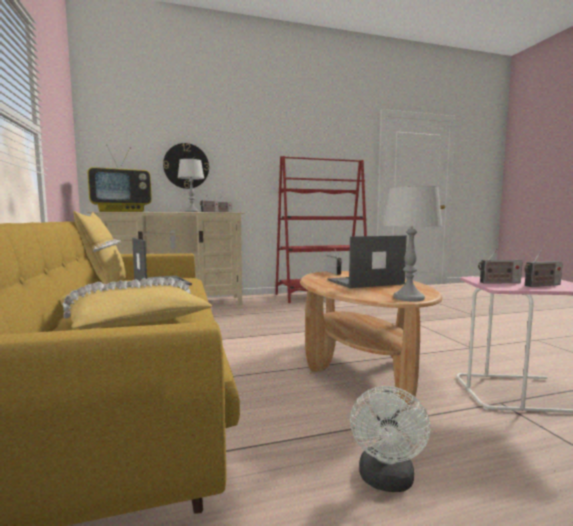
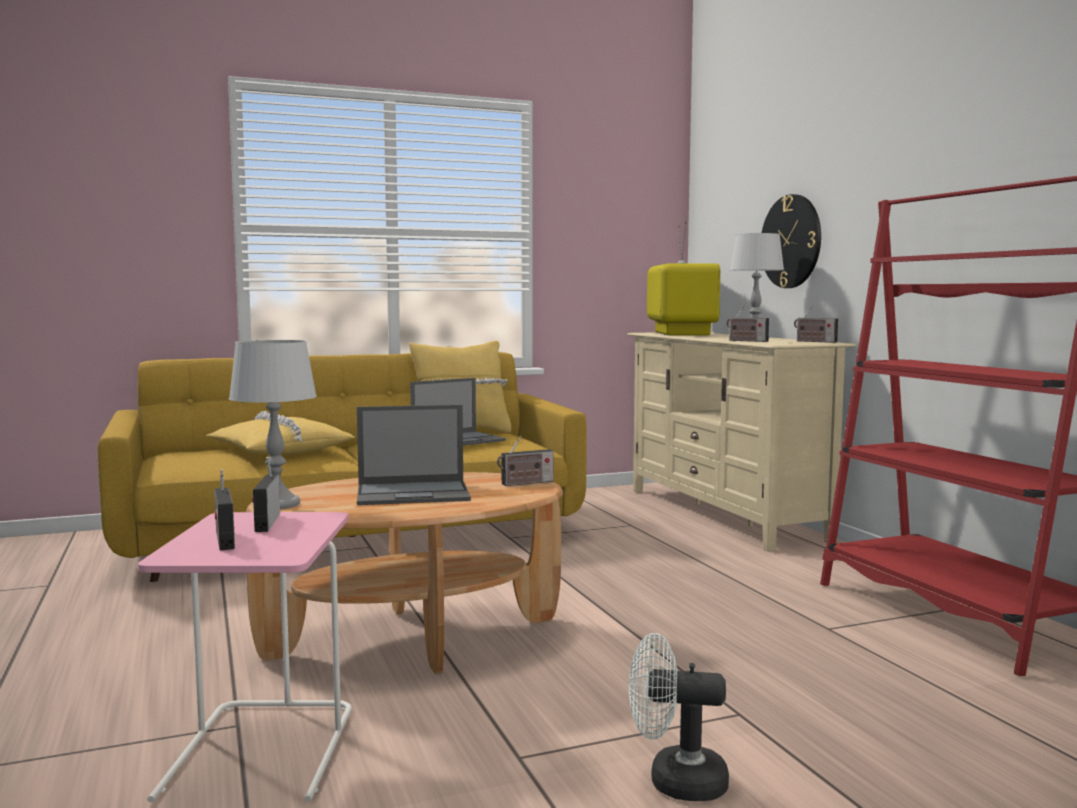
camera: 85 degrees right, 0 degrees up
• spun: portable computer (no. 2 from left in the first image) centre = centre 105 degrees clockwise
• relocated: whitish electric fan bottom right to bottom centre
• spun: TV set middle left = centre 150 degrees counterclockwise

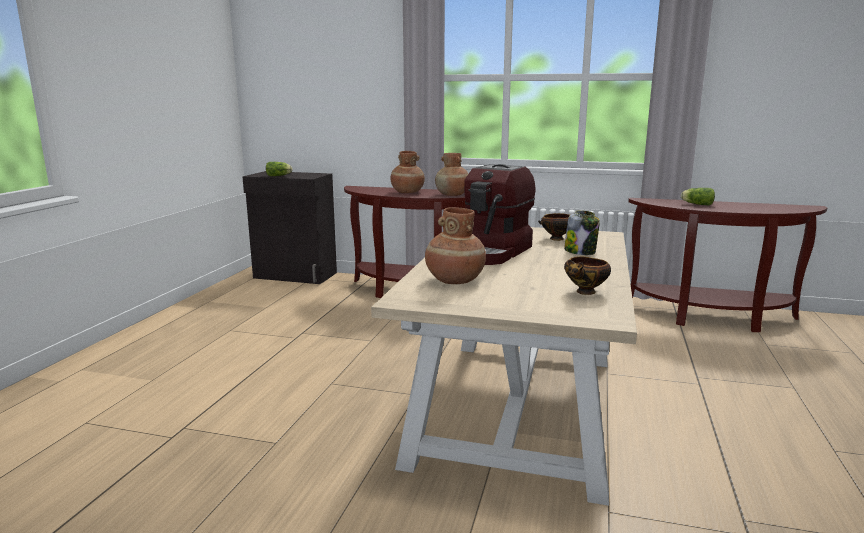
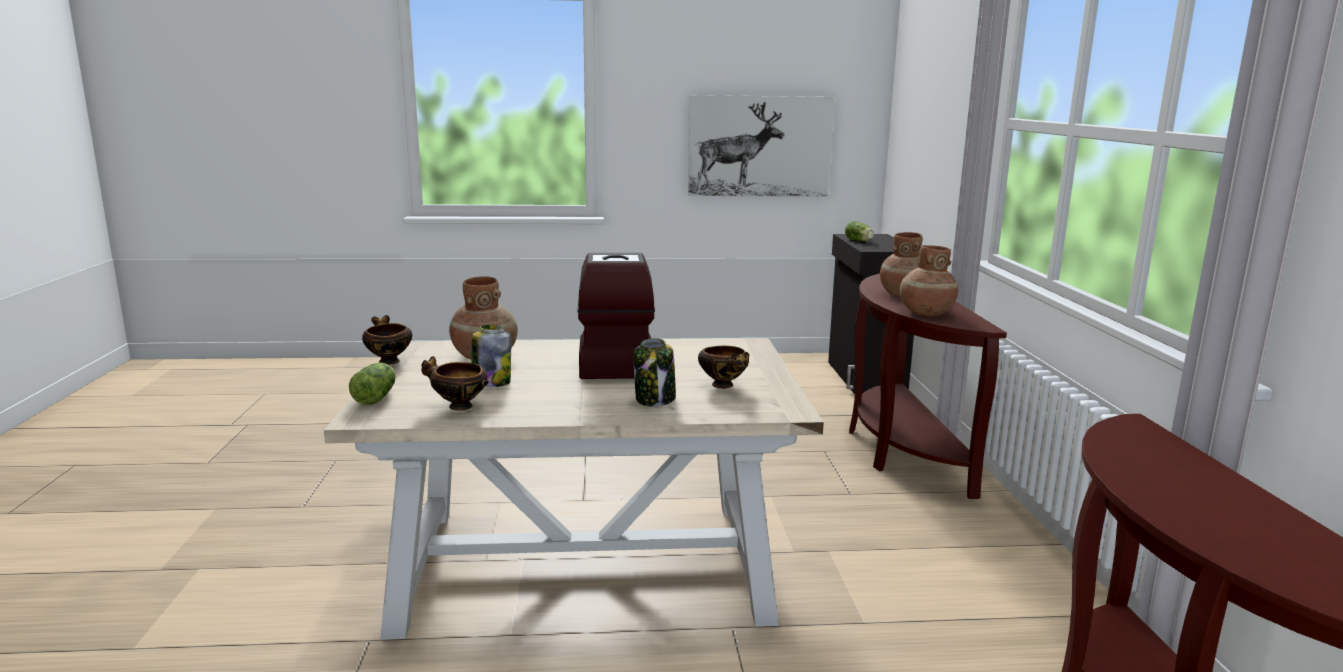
camera: 70 degrees right, 0 degrees up
• relocated: lettuce head (no. 2 from left in the first image) middle right to lettuce head (no. 1 from left) middle left
• appeared: bowl (no. 1 from left) middle left
• appeared: preserve jar (no. 1 from left) centre
• spun: coffee brewer centre = centre 75 degrees clockwise
• appeared: wall picture top centre

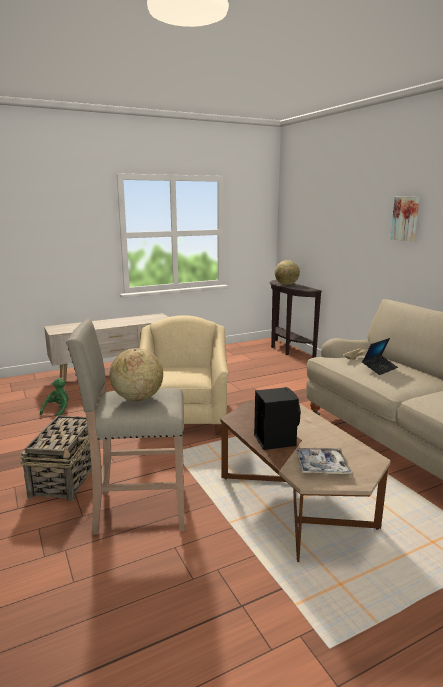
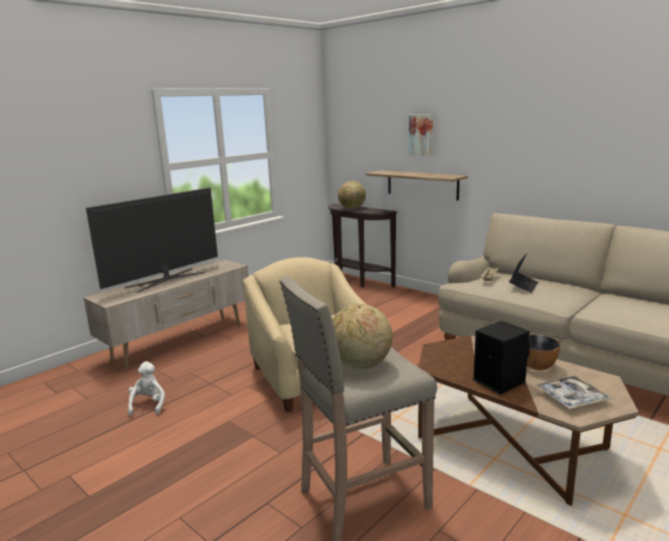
camera: 20 degrees left, 0 degrees up
• appeared: TV set middle left
• colour: green-coloured plush toy middle left to whitish plush toy bottom left
• appeared: shelf centre
• relocated: wall picture top right to top centre
• appeared: bowl middle right
• missing: household basket bottom left

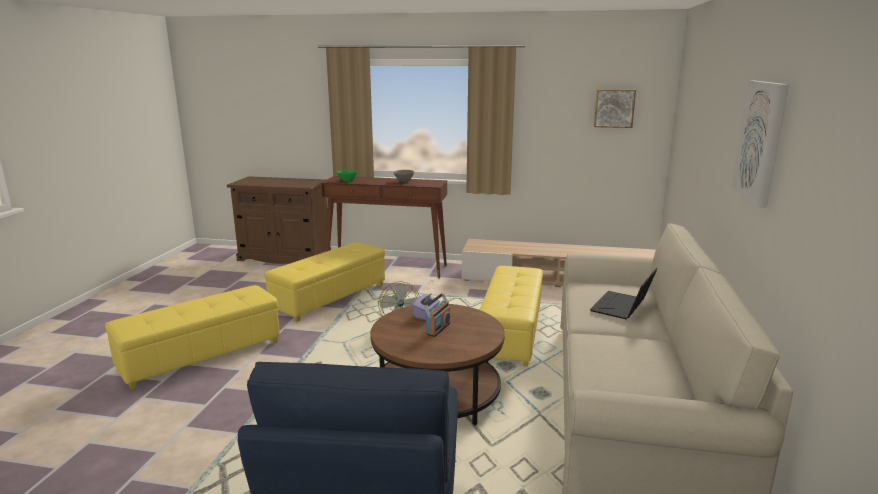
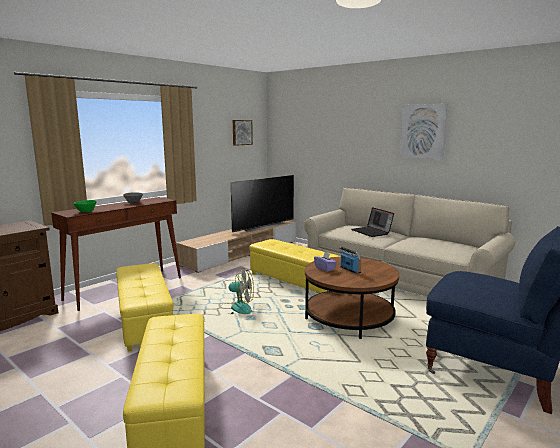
camera: 60 degrees left, 5 degrees down
• appeared: TV set centre

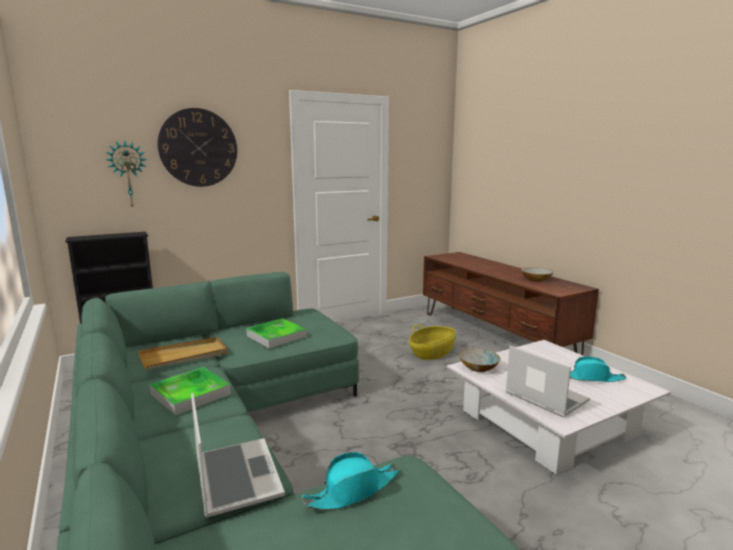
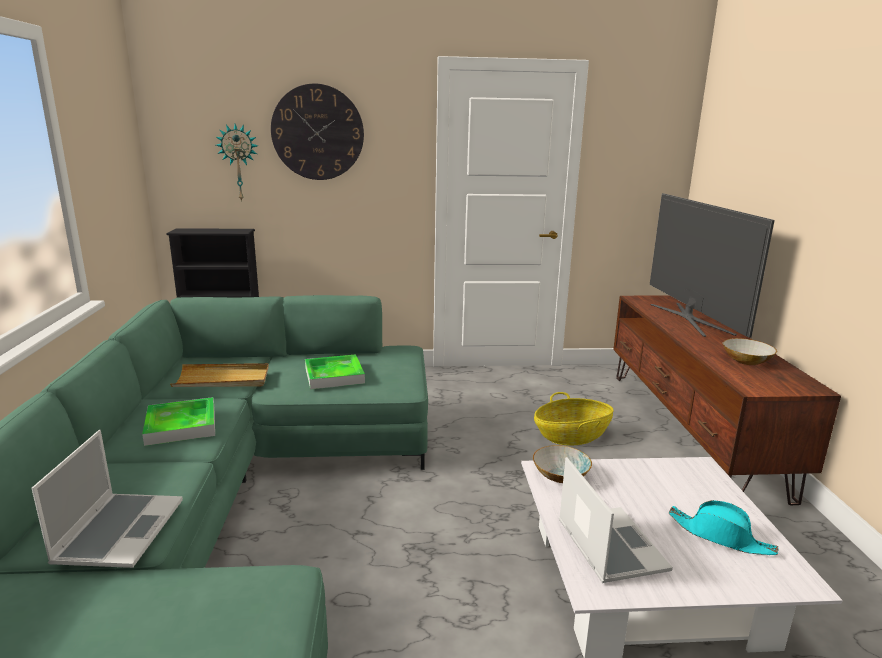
camera: 25 degrees right, 5 degrees up
• appeared: TV set middle right
• missing: turquoise-coloured clothing hat (no. 1 from left) bottom centre

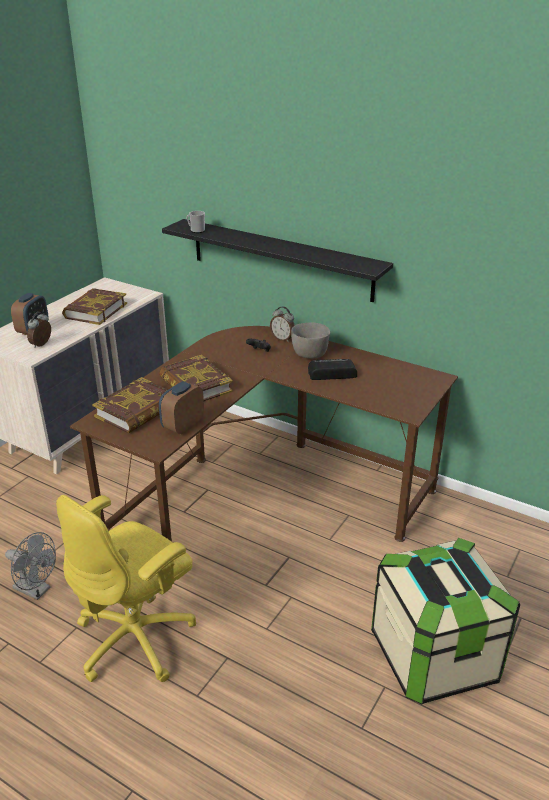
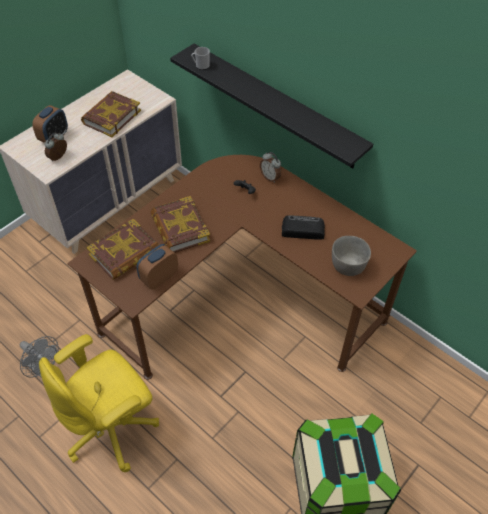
camera: 10 degrees right, 20 degrees up
• relocated: greyish bowl centre to middle right

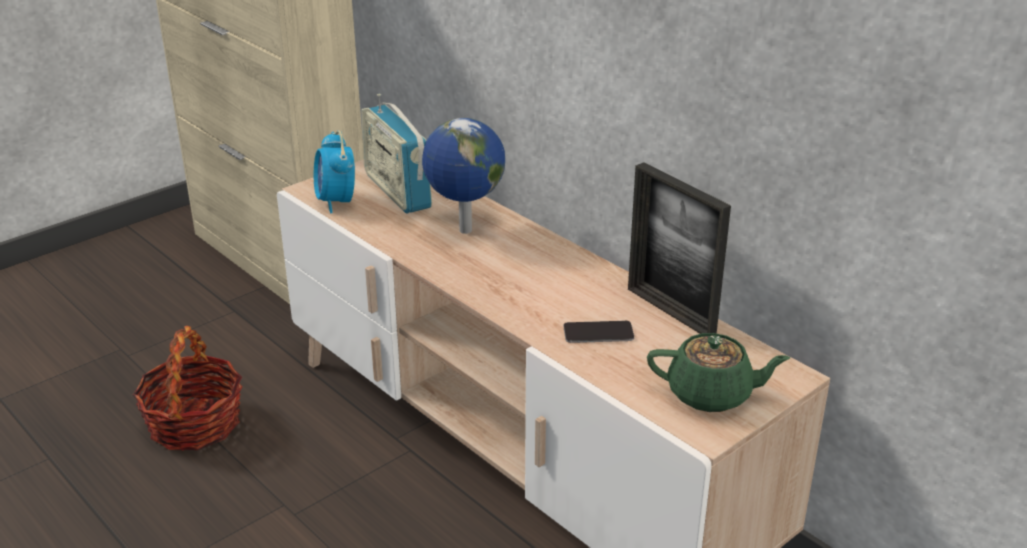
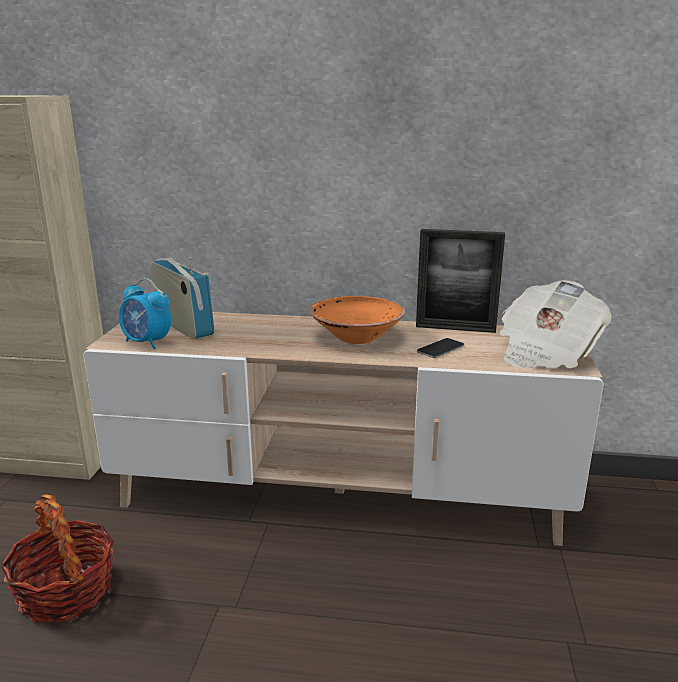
camera: 40 degrees left, 10 degrees down
• spun: radio set top centre = middle left 150 degrees counterclockwise
• appeared: orange-coloured bowl centre
• exchanged: green-coloured teapot bottom right to daily paper middle right
• missing: globe top centre

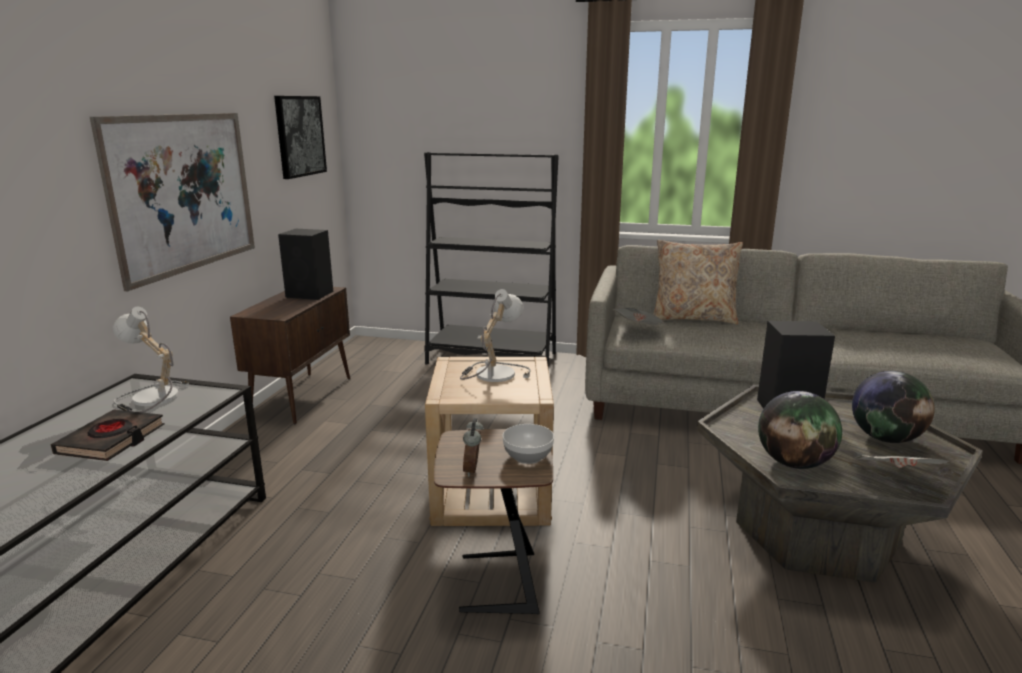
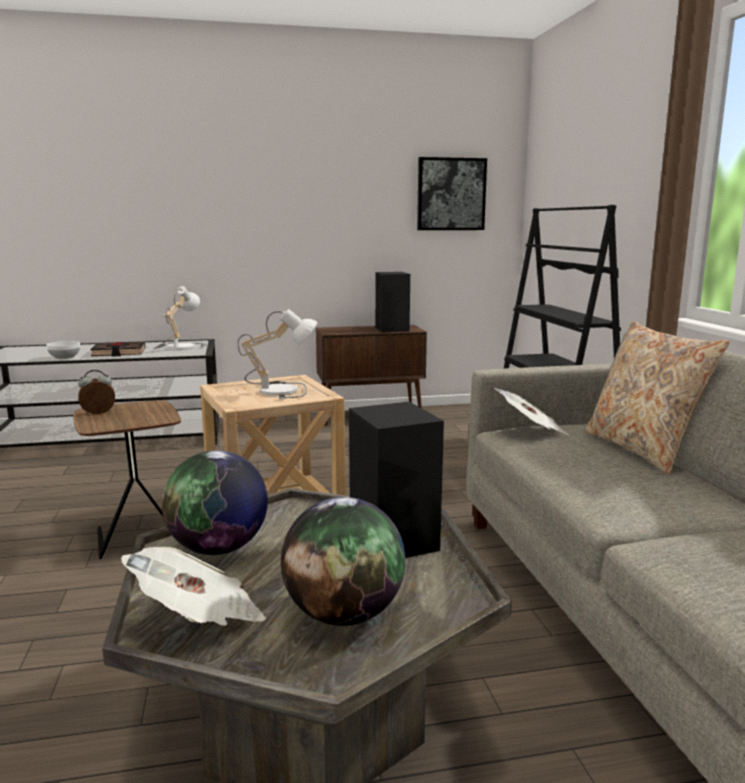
camera: 65 degrees right, 5 degrees down
• relocated: bowl centre to middle left
• missing: wall picture (no. 1 from left) top left

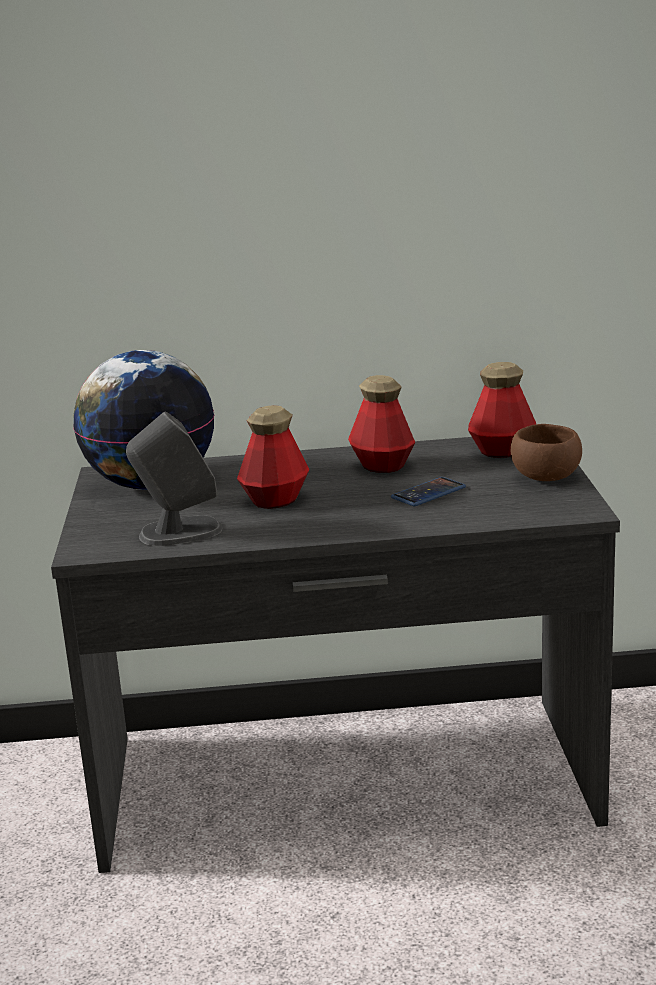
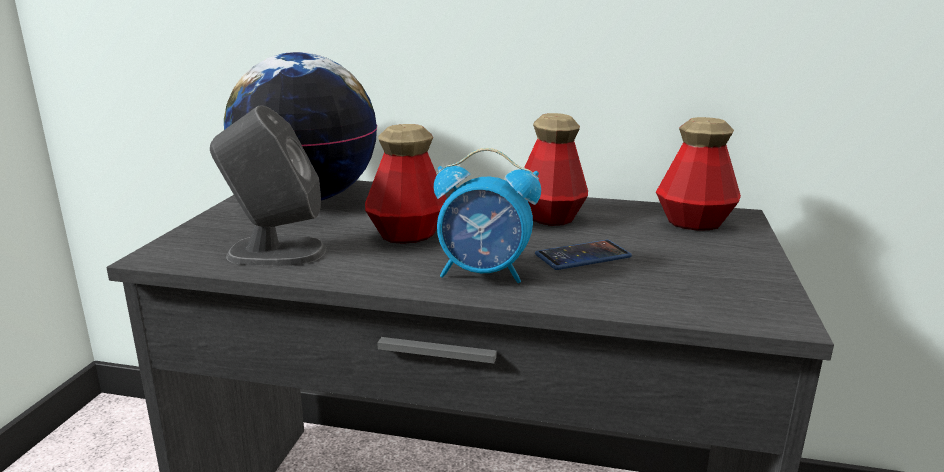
camera: 15 degrees right, 0 degrees up
• appeared: alarm clock centre
• missing: brown bowl middle right

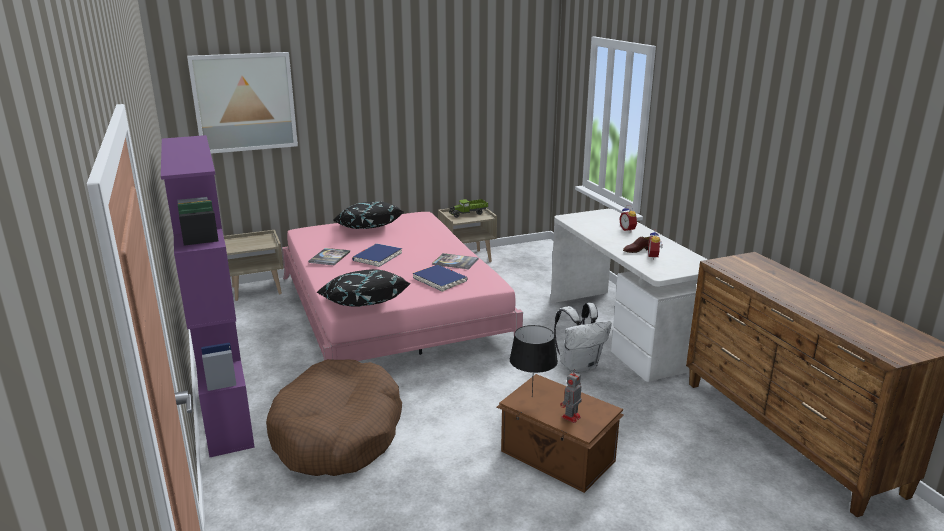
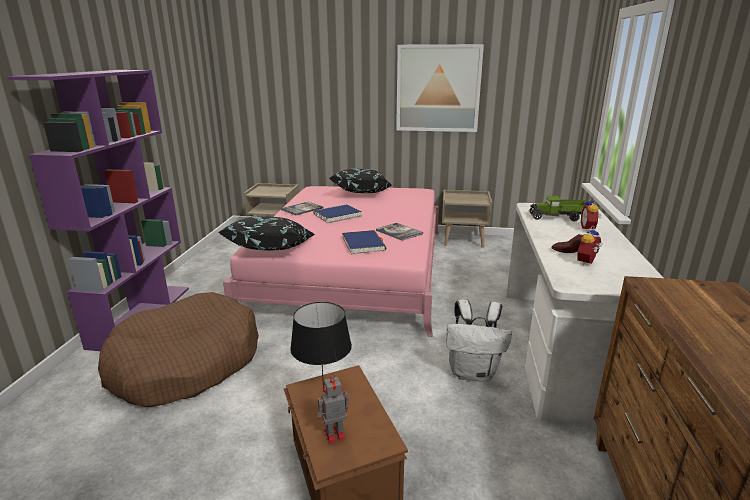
camera: 30 degrees right, 0 degrees up
• relocated: wall picture top left to top centre
• relocated: toy lorry centre to middle right

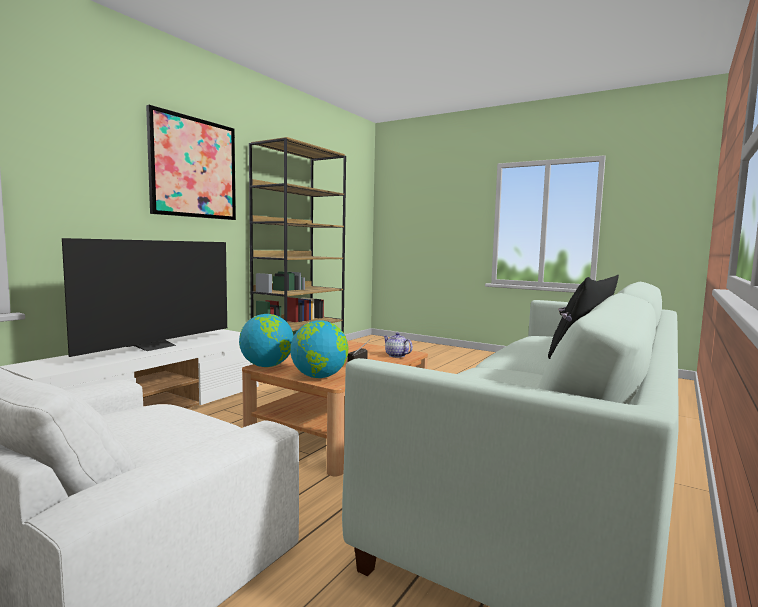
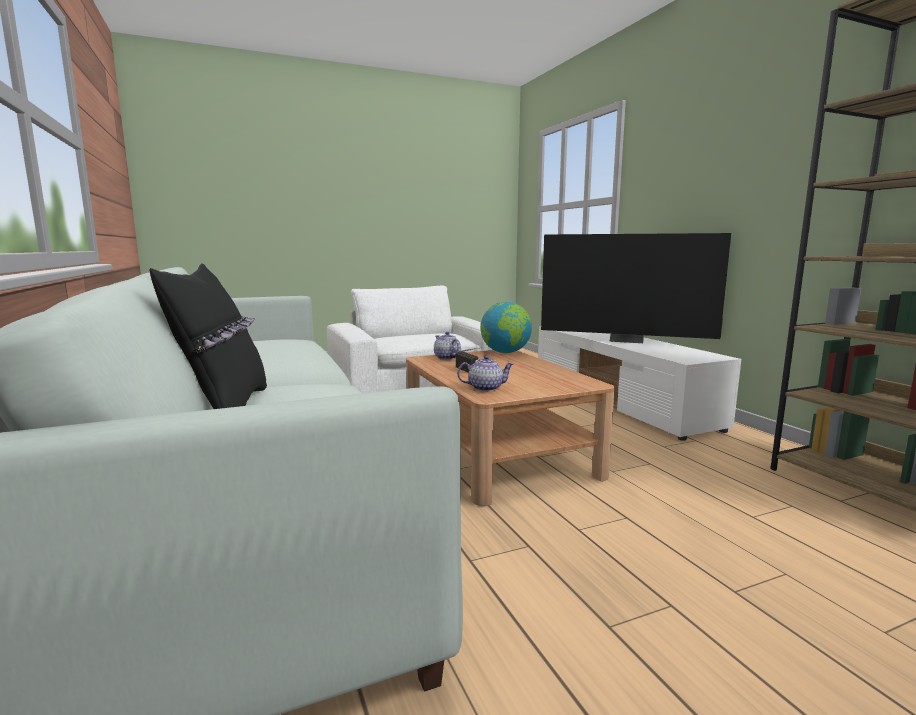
camera: 125 degrees right, 5 degrees up
• exchanged: globe (no. 2 from left) centre to teapot (no. 1 from left) centre
• spun: TV set middle left = middle right 45 degrees counterclockwise
• missing: wall picture top left

